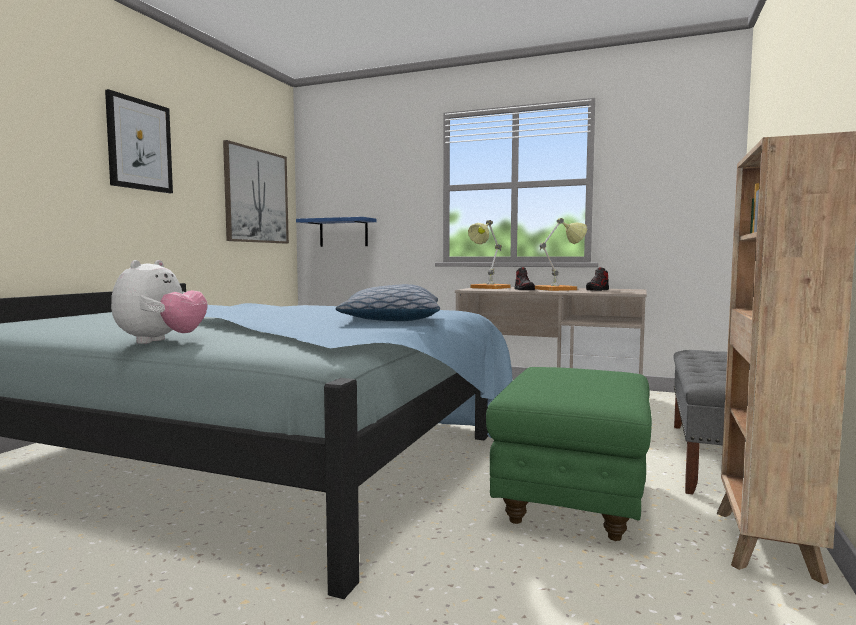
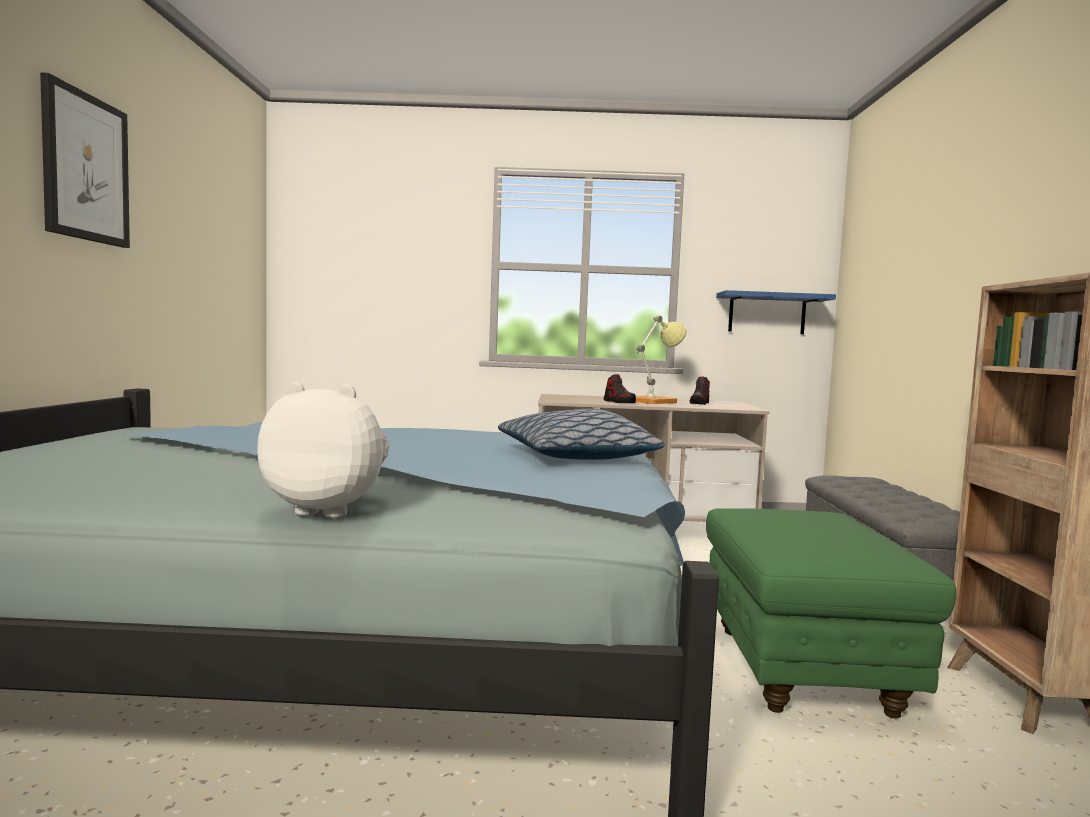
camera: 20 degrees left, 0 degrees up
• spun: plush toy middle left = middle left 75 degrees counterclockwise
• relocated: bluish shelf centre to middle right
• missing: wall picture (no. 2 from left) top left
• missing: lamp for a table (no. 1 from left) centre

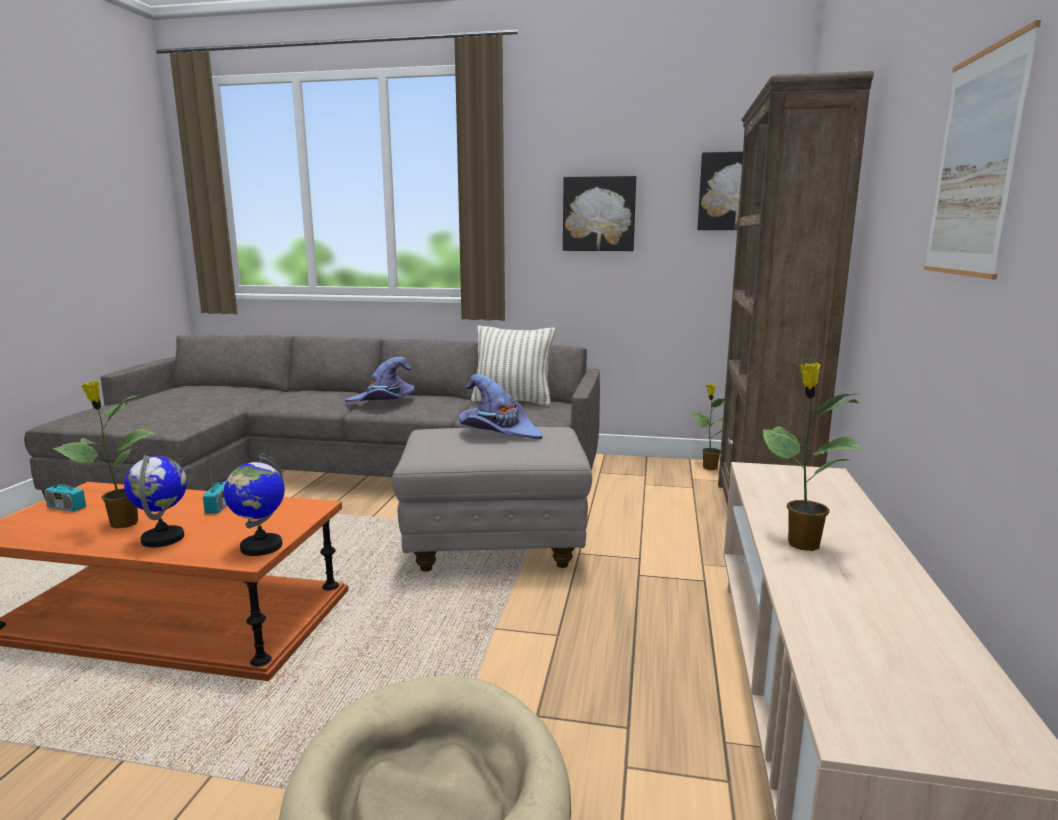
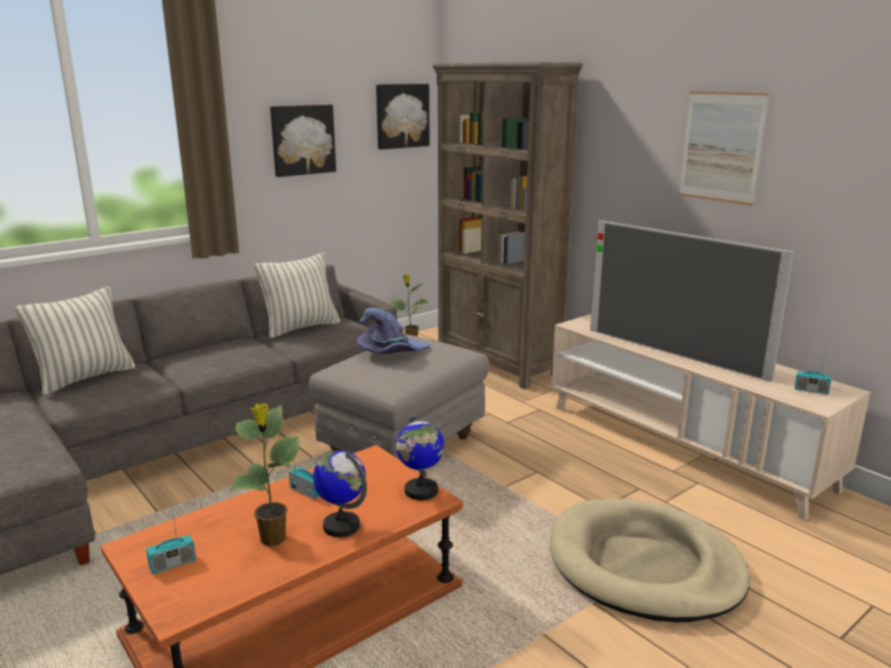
camera: 50 degrees left, 5 degrees up
• appeared: pillow (no. 1 from left) middle left
• exchanged: plant in a pot (no. 3 from left) middle right to TV set middle right
• appeared: radio set (no. 3 from left) middle right
• missing: purplish clothing hat (no. 1 from left) centre

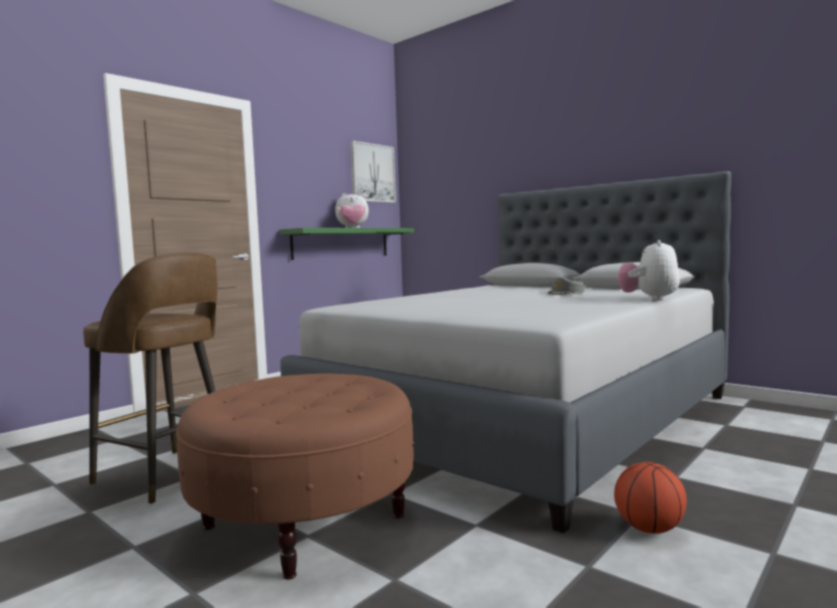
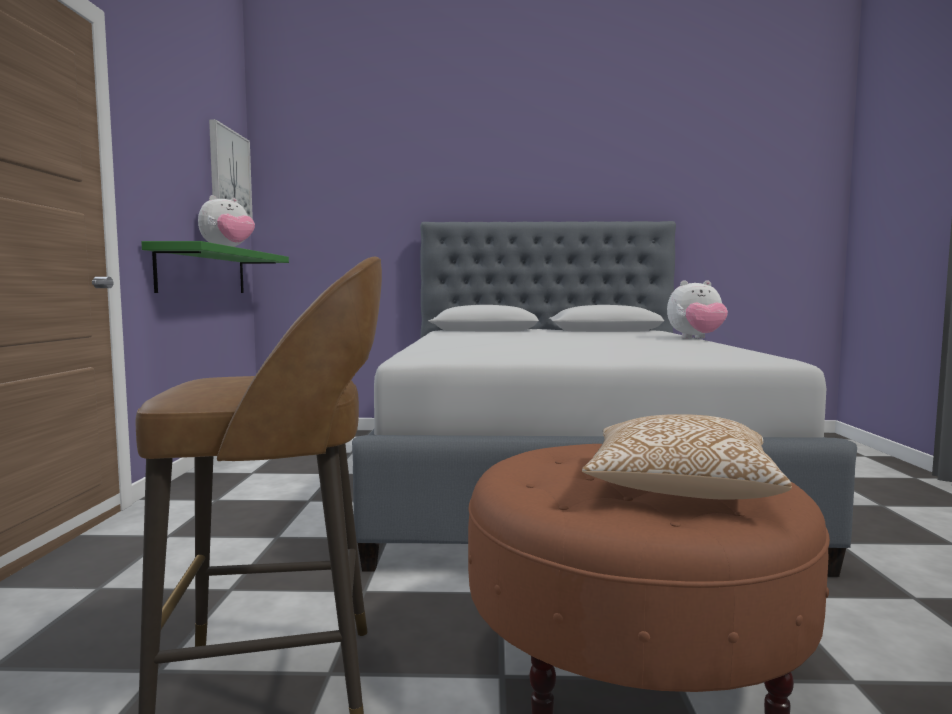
camera: 40 degrees left, 0 degrees up
• appeared: pillow middle right
• spun: plush toy (no. 2 from left) middle right = middle right 75 degrees counterclockwise
• missing: greyish cap middle right
• missing: basketball bottom right

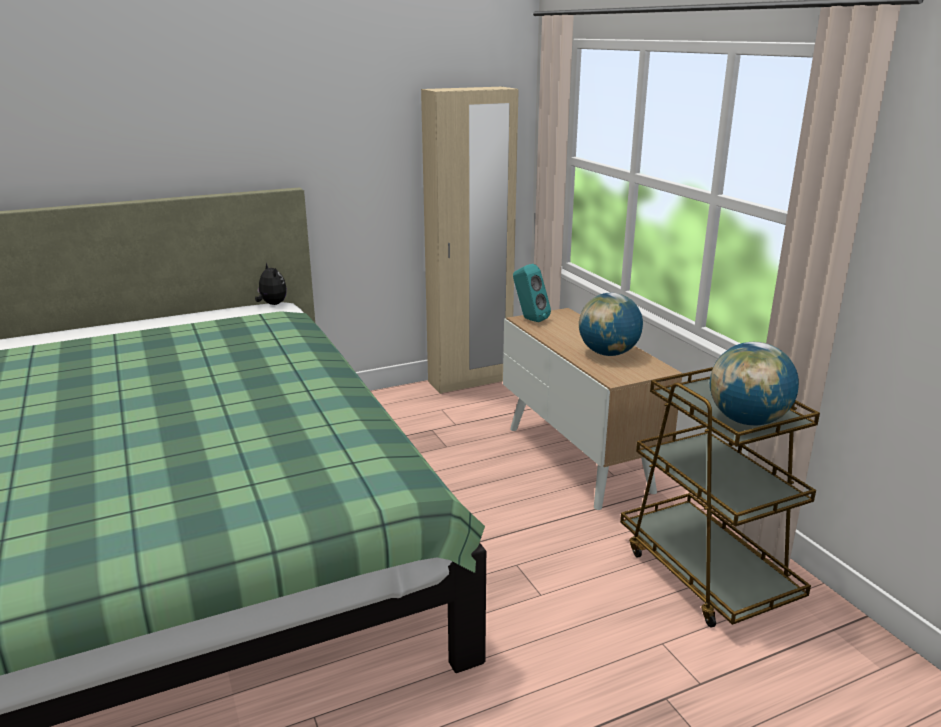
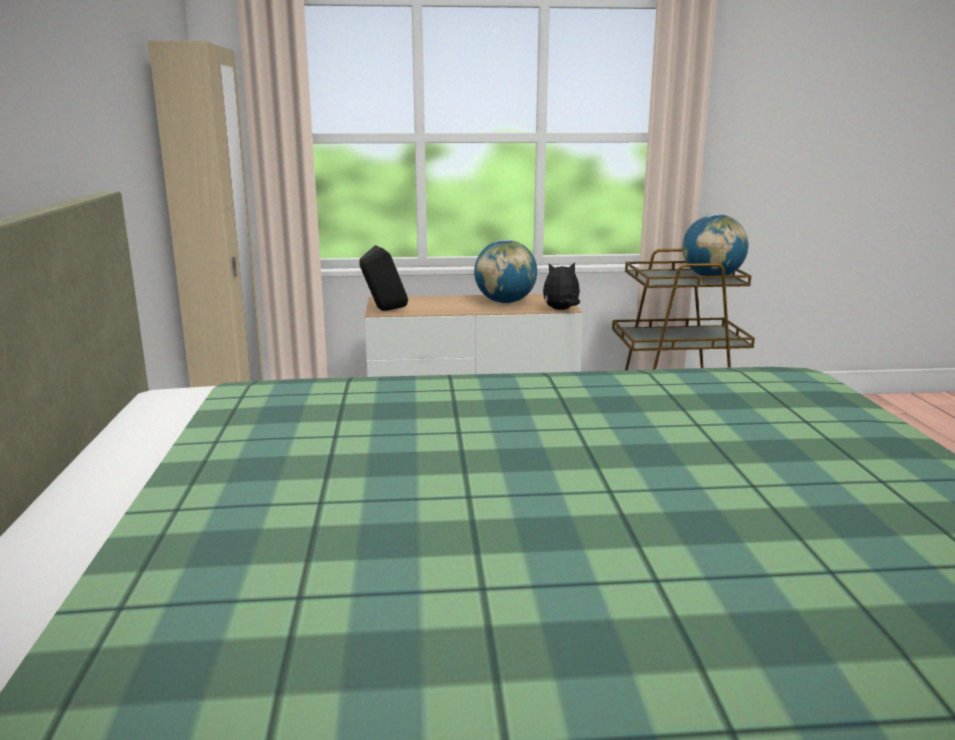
camera: 70 degrees left, 5 degrees down
• colour: turquoise-coloured loudspeaker centre to black-coloured loudspeaker centre
• relocated: plush toy middle left to centre

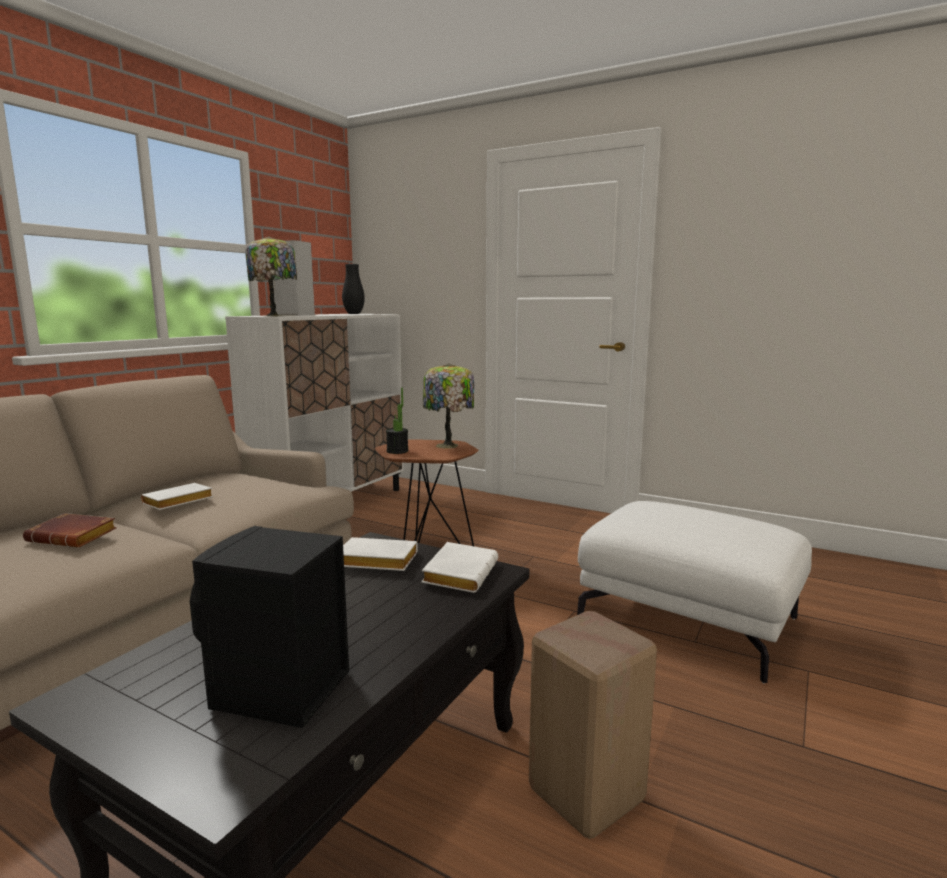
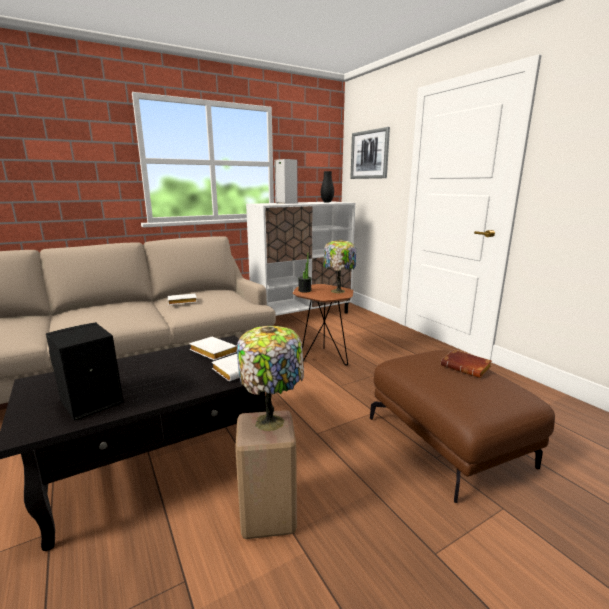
camera: 30 degrees right, 5 degrees up
• relocated: lamp for a table (no. 1 from left) top left to centre
• appeared: wall picture top centre
• colour: whitish pouffe bottom right to brown pouffe bottom right
• relocated: brown book middle left to middle right

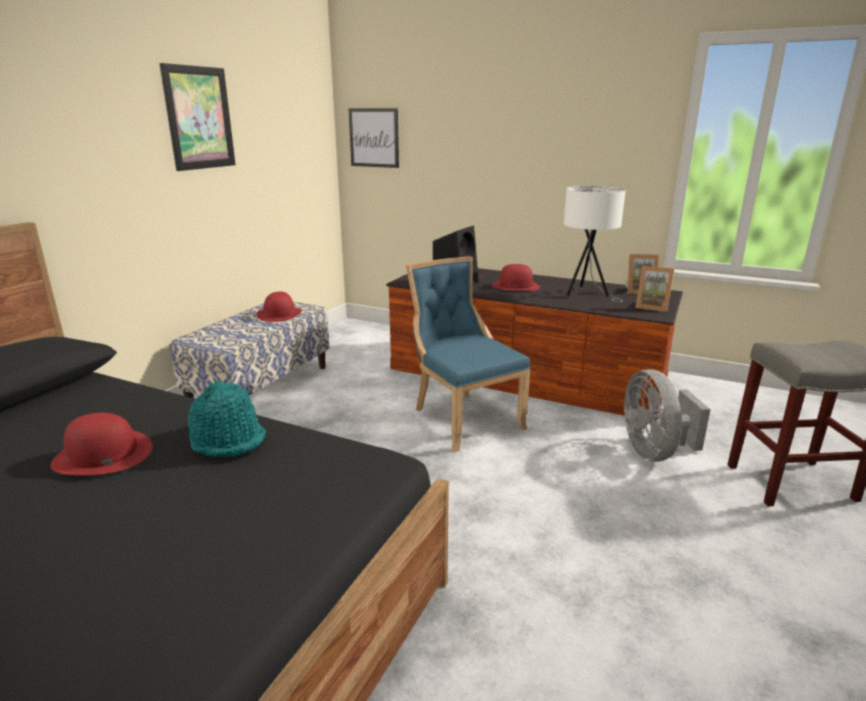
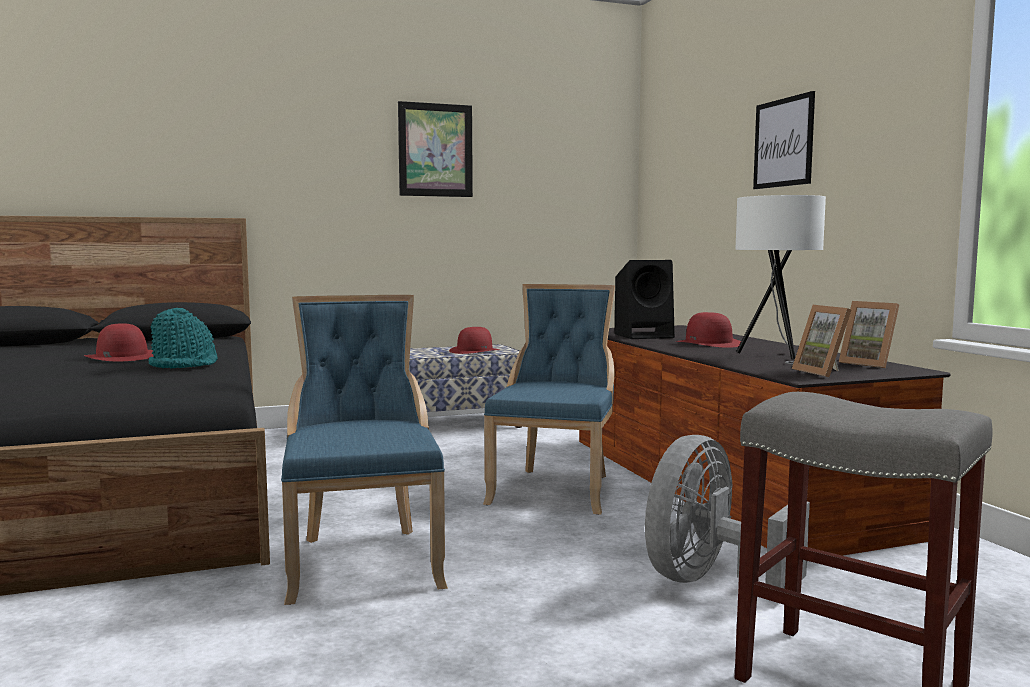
camera: 45 degrees right, 15 degrees down
• appeared: bluish chair (no. 1 from left) centre
• relocated: wall picture (no. 2 from left) top centre to top right

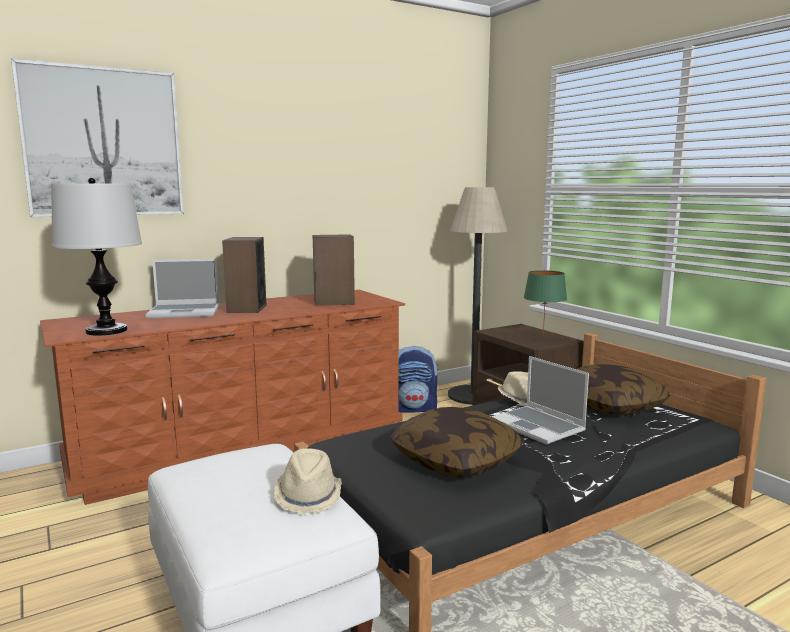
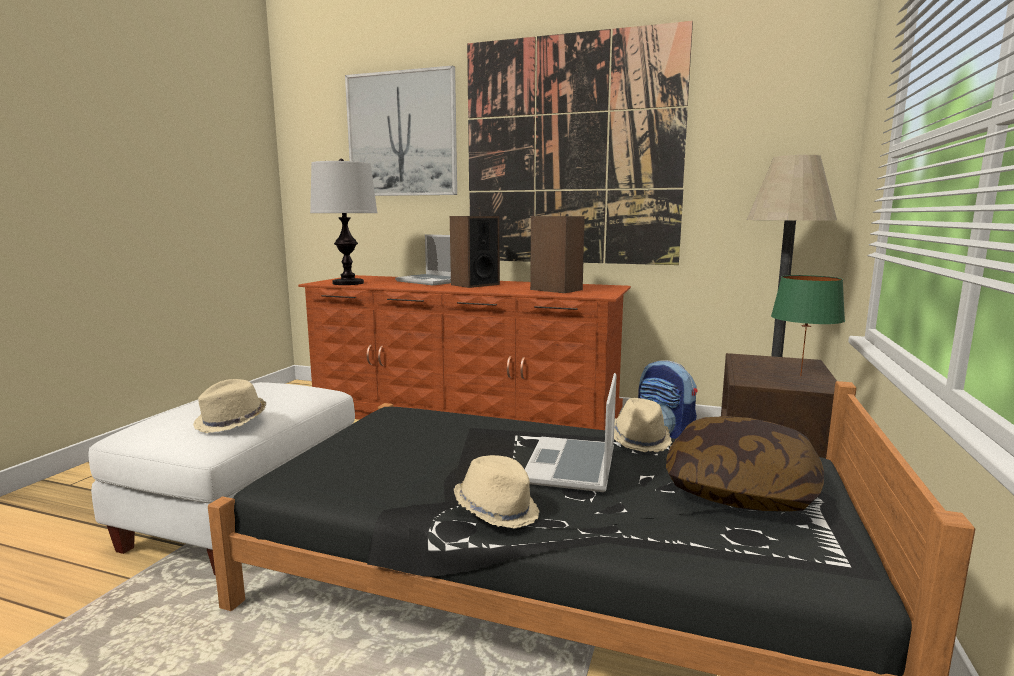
camera: 50 degrees right, 0 degrees up
• appeared: beige-coloured clothing hat (no. 2 from left) bottom centre
• appeared: wall picture (no. 2 from left) top centre
• missing: pillow (no. 1 from left) bottom centre

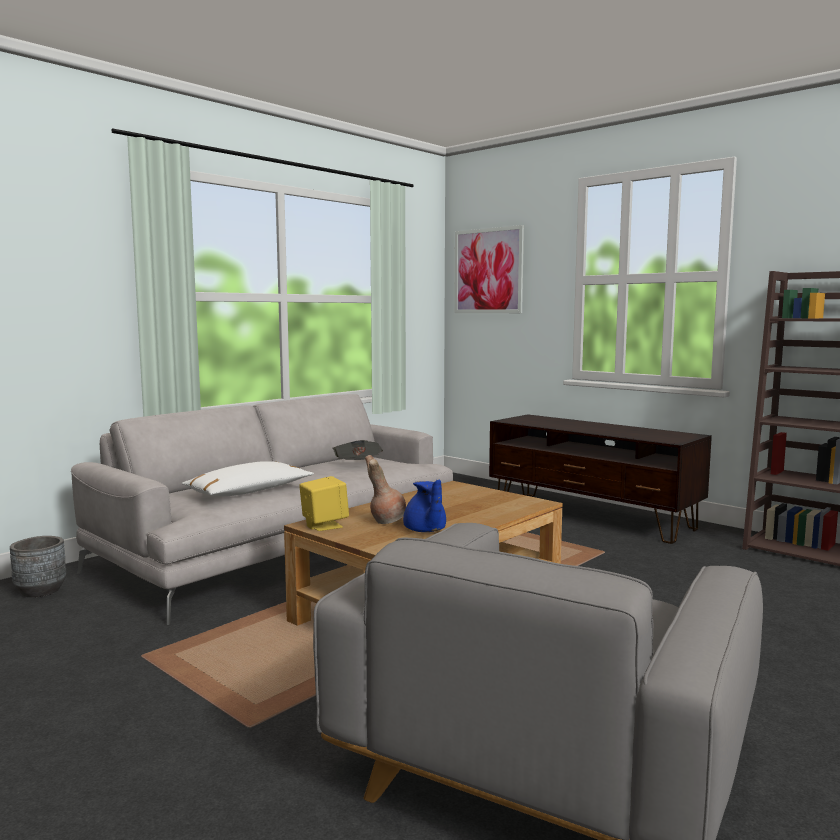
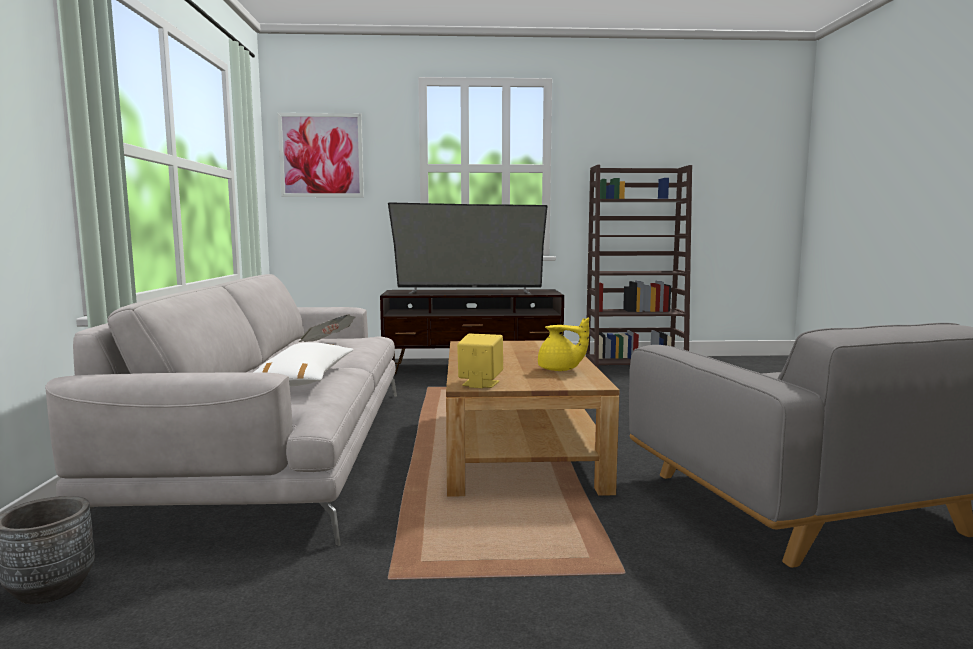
camera: 45 degrees left, 0 degrees up
• appeared: TV set centre
• colour: bluish teapot centre to yellow teapot centre
• missing: brown vase centre

